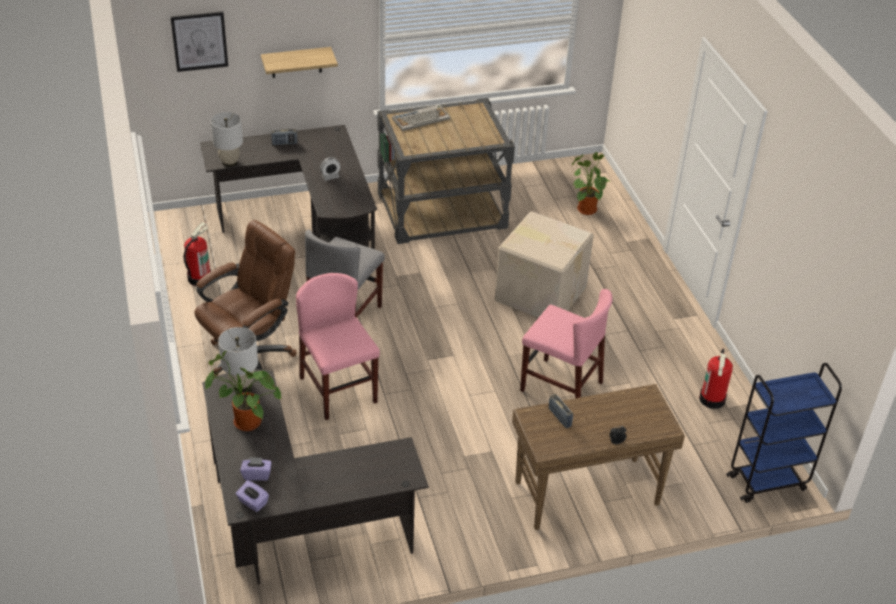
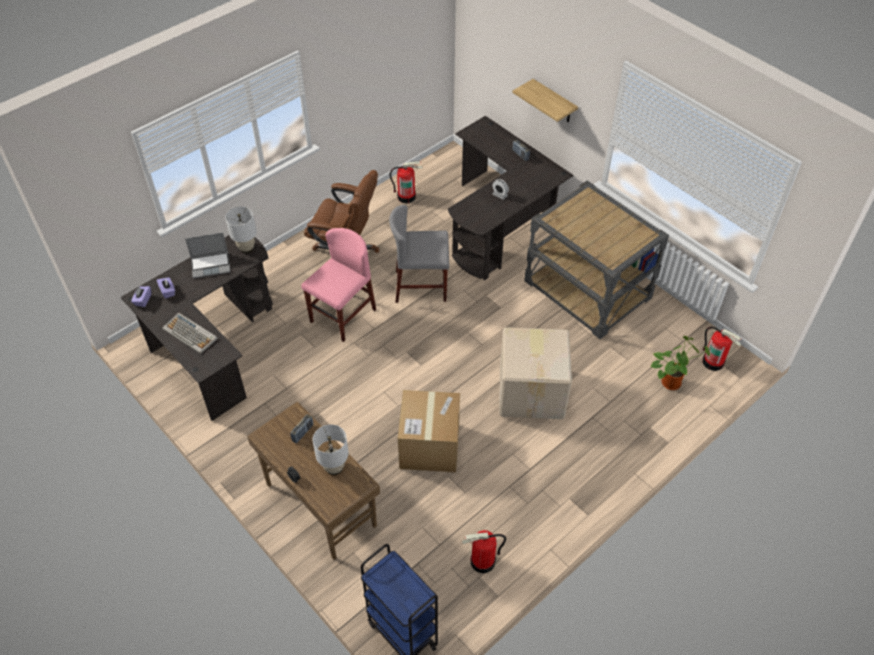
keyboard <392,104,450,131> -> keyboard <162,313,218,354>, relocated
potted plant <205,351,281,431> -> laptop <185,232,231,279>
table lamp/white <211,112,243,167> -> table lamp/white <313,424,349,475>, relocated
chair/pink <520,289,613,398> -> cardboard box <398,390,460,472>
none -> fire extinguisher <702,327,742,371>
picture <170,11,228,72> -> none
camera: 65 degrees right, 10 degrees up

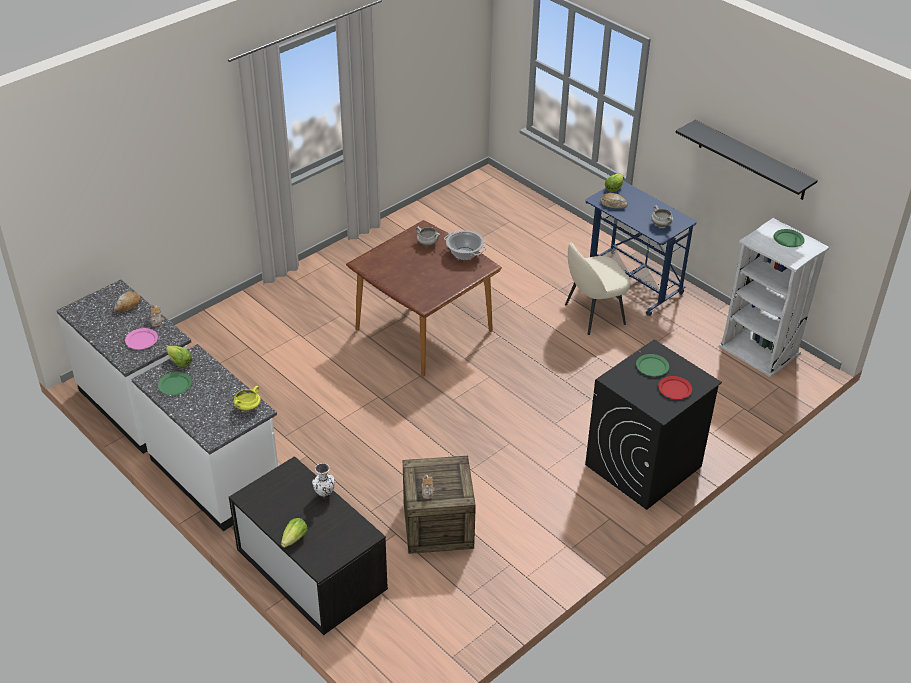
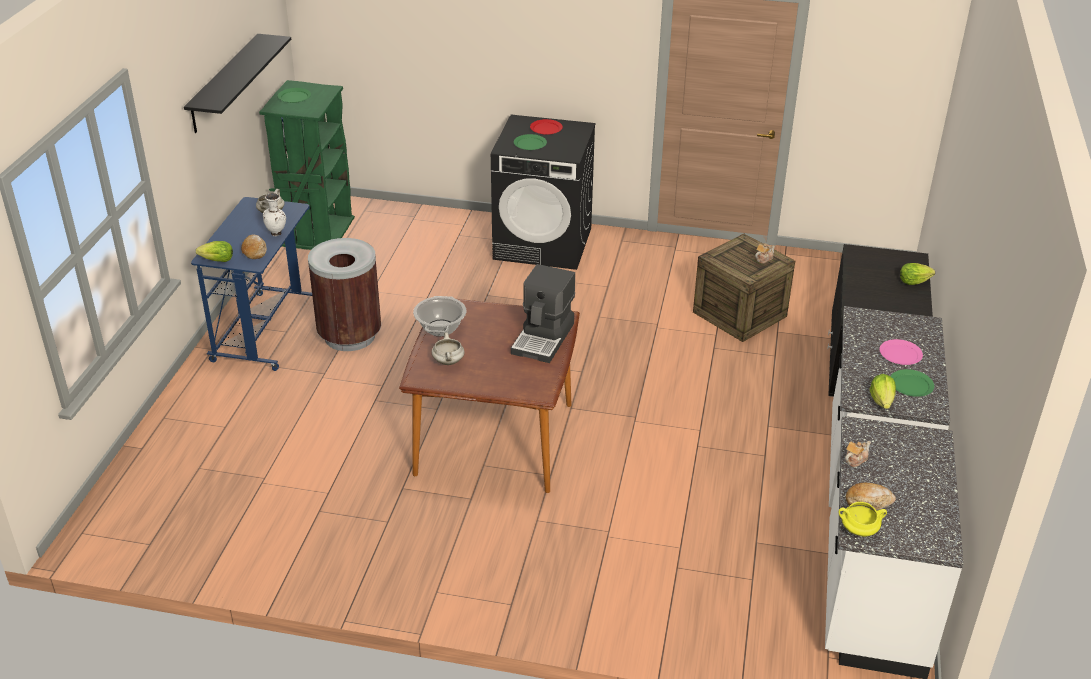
bookcase/white <719,218,829,377> -> bookcase/green <259,80,355,250>
vase/white <312,463,335,499> -> vase/white <263,193,286,236>, relocated
chair/beige <565,242,630,335> -> trash can/brown <308,238,381,351>
none -> coffee machine <511,264,575,363>
cooking pot/yellow <234,386,261,412> -> cooking pot/yellow <838,502,887,537>, relocated
plate/pink <125,328,158,349> -> plate/pink <880,339,923,365>, relocated
camera: 125 degrees left, 5 degrees down

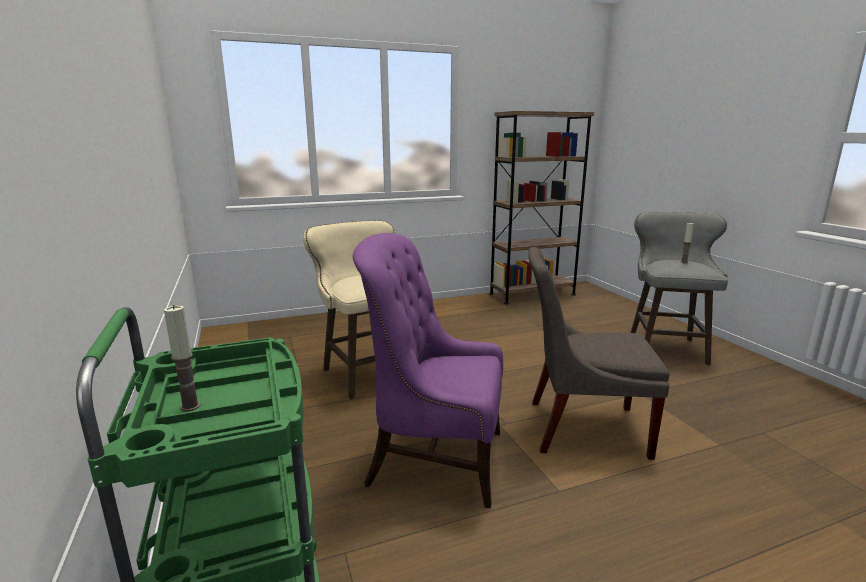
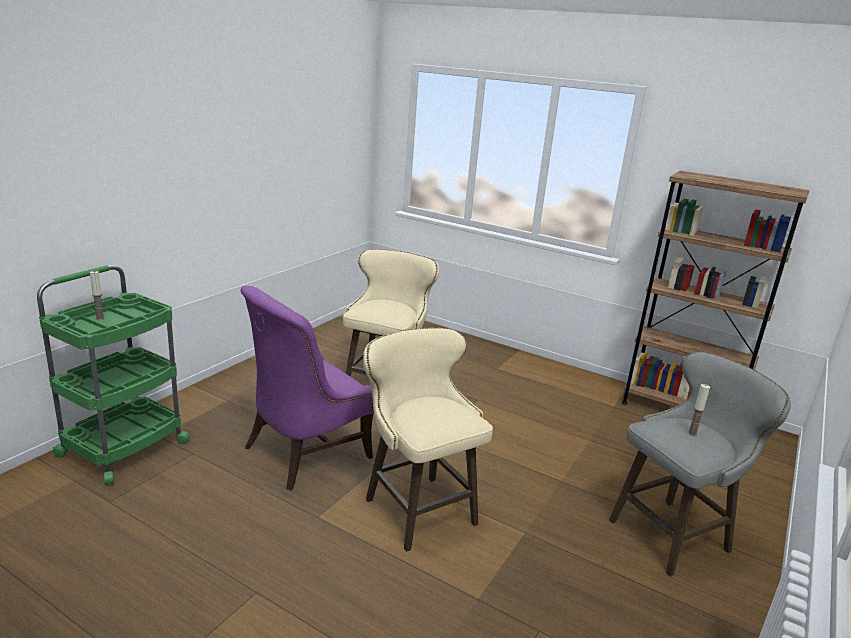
chair/purple <353,233,503,508> -> chair/purple <240,286,374,490>, 105 degrees counterclockwise
chair/grey <528,247,670,460> -> stool/beige <363,327,493,552>
camera: 50 degrees right, 5 degrees up

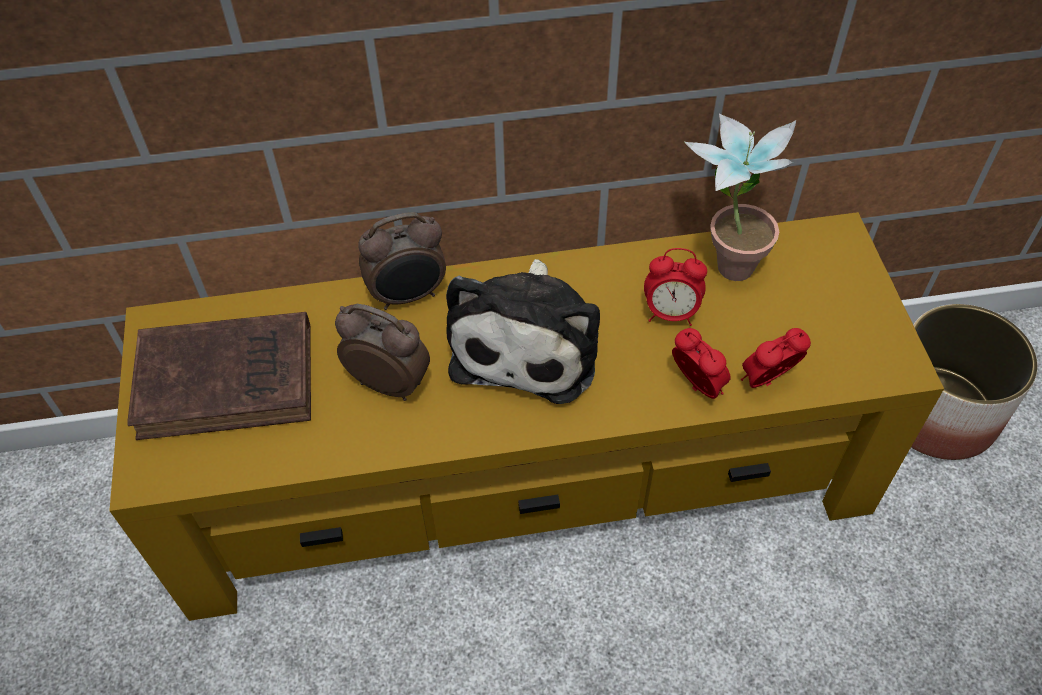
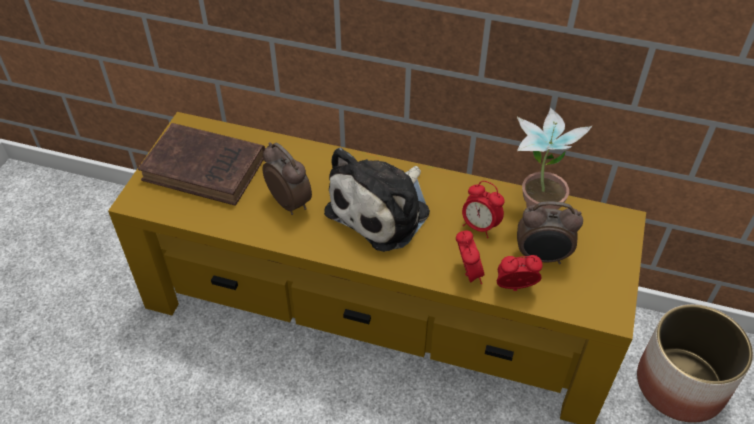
alarm clock <358,212,446,310> -> alarm clock <517,201,583,264>, relocated
camera: 25 degrees right, 5 degrees down

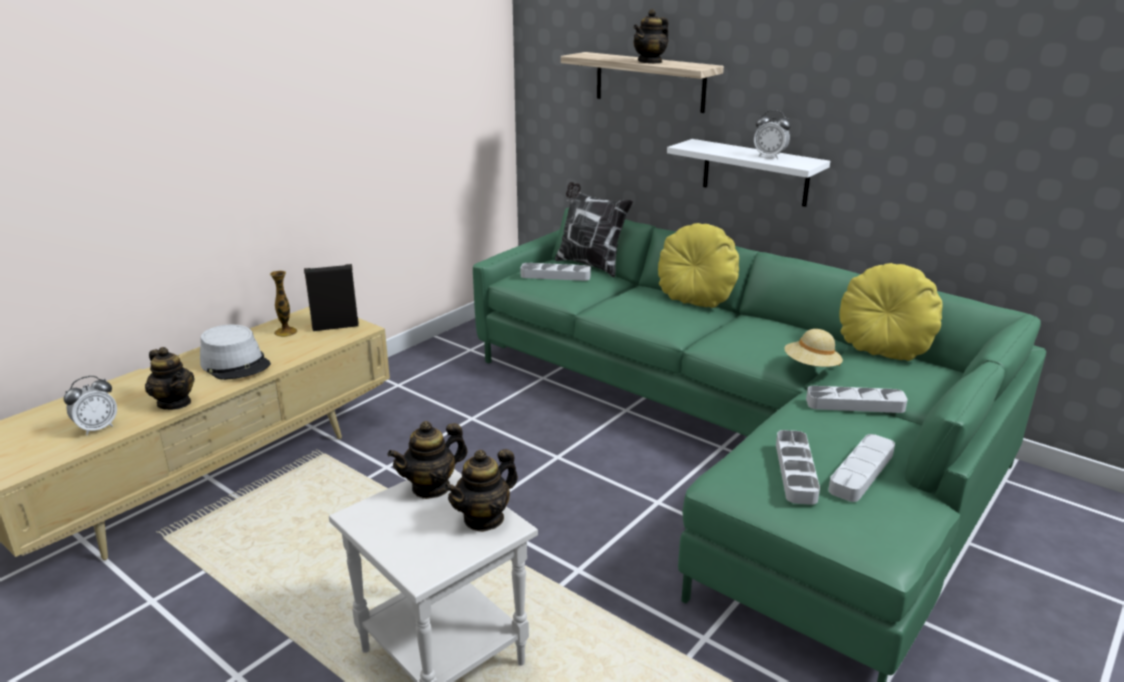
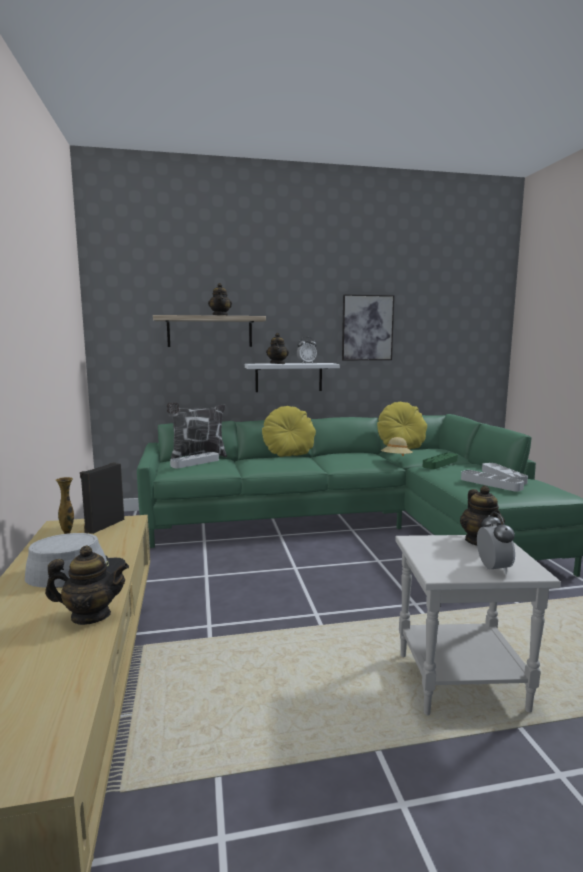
teapot <388,421,468,499> -> teapot <266,333,289,364>, relocated
none -> picture <342,294,394,360>
tray/grey <806,386,908,413> -> tray/green <423,453,458,469>
alarm clock <64,376,117,435> -> alarm clock <477,512,515,574>, relocated
camera: 50 degrees left, 15 degrees down

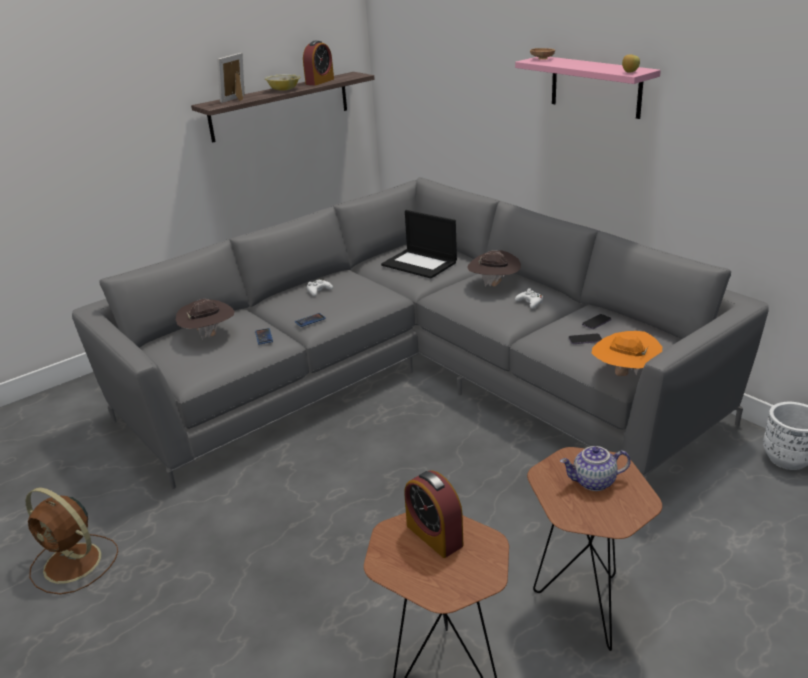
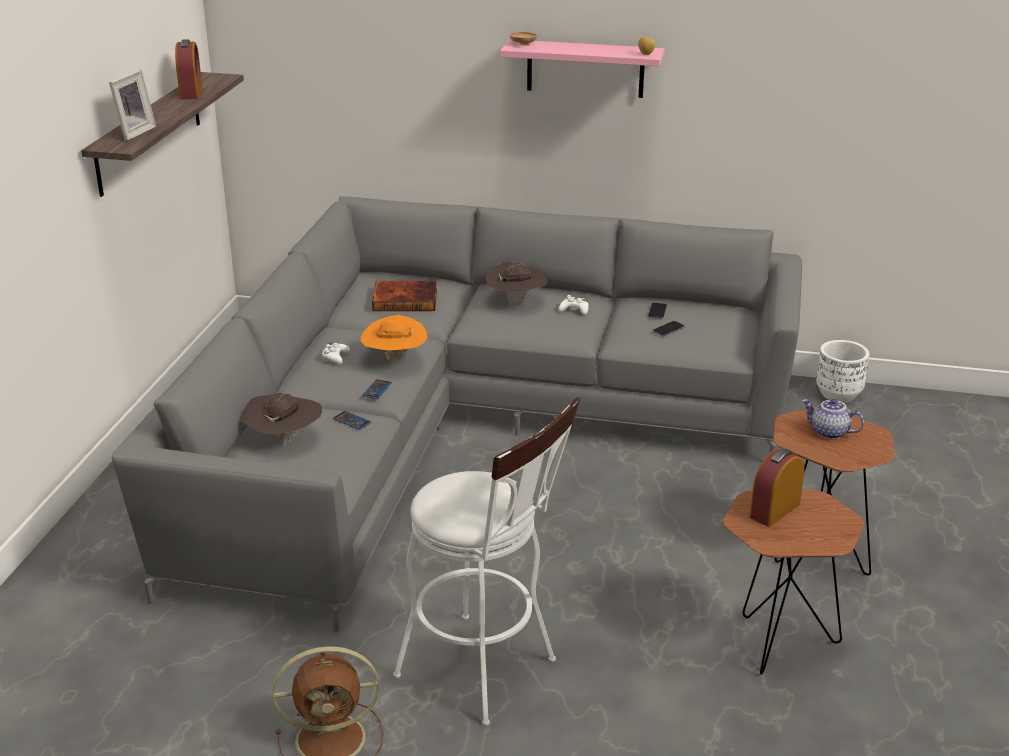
picture frame <217,53,245,103> -> picture frame <109,70,156,141>, 150 degrees counterclockwise
hat/orange <592,331,662,376> -> hat/orange <361,315,427,362>, relocated
laptop <381,210,457,279> -> book <372,281,437,311>
none -> stool/white <393,397,580,726>
alarm clock <404,470,464,558> -> alarm clock <750,448,805,527>, 120 degrees clockwise
teapot <560,446,631,491> -> teapot <802,399,864,439>, 75 degrees clockwise
bowl <265,74,300,91> -> none
camera: 40 degrees left, 0 degrees up

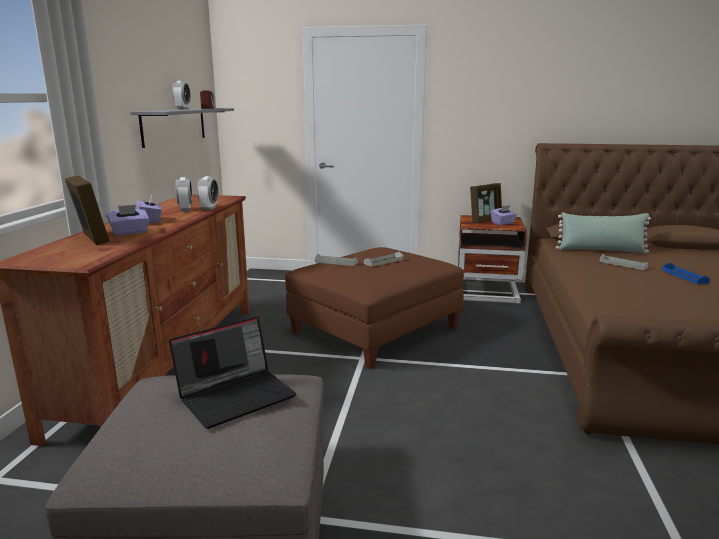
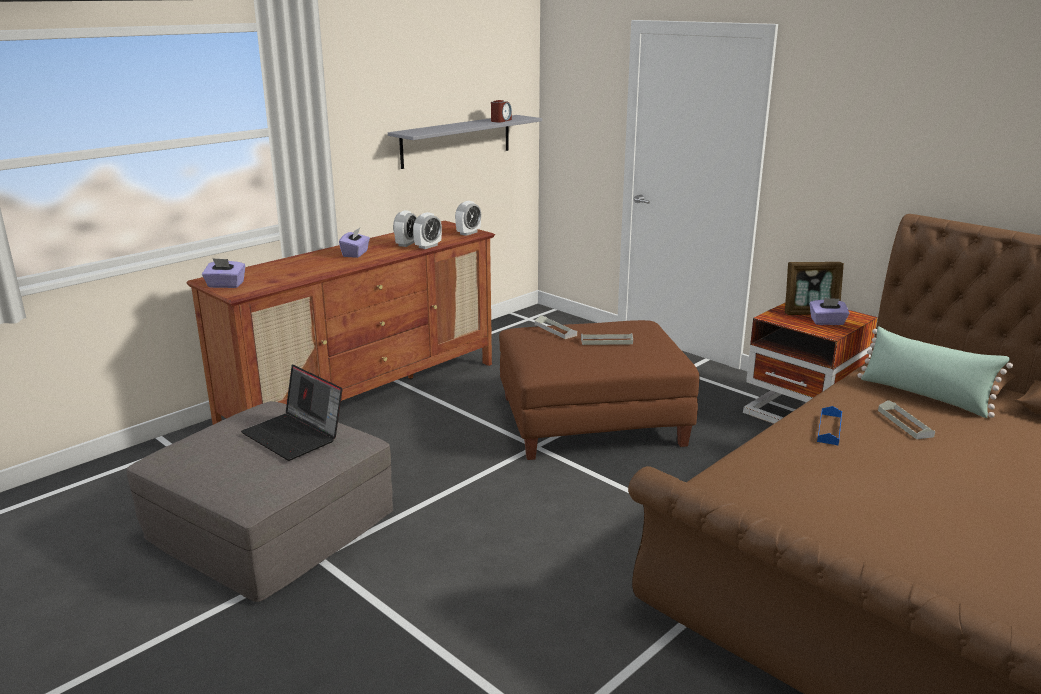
tissue box/purple <106,205,149,236> -> tissue box/purple <202,258,245,288>, relocated
laptop <169,316,296,429> -> laptop <241,365,343,461>, 45 degrees clockwise
alarm clock <172,81,191,109> -> alarm clock <455,201,481,236>, relocated
tray/blue <662,263,710,284> -> tray/blue <817,406,842,445>, relocated
picture frame <65,175,110,245> -> none
camera: 35 degrees right, 5 degrees up

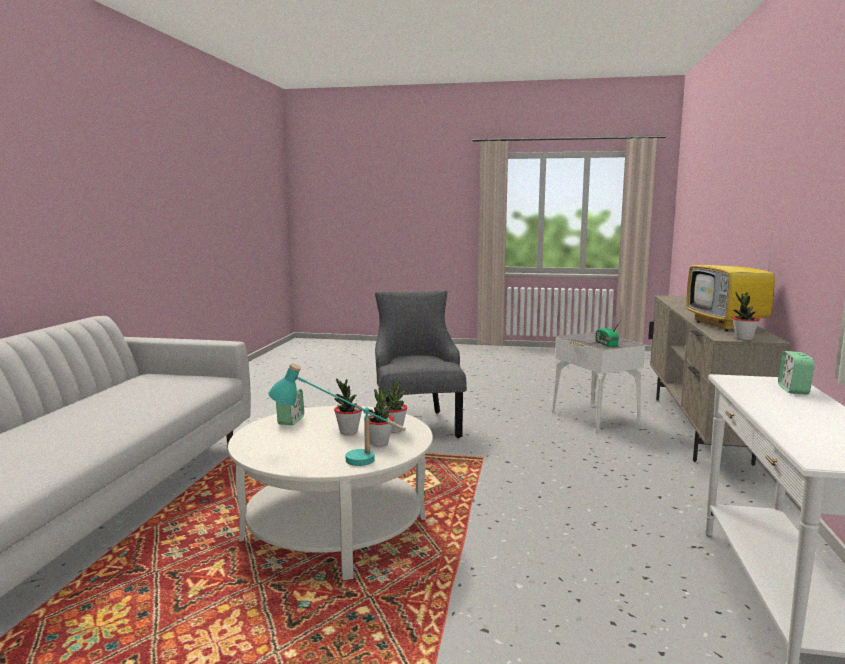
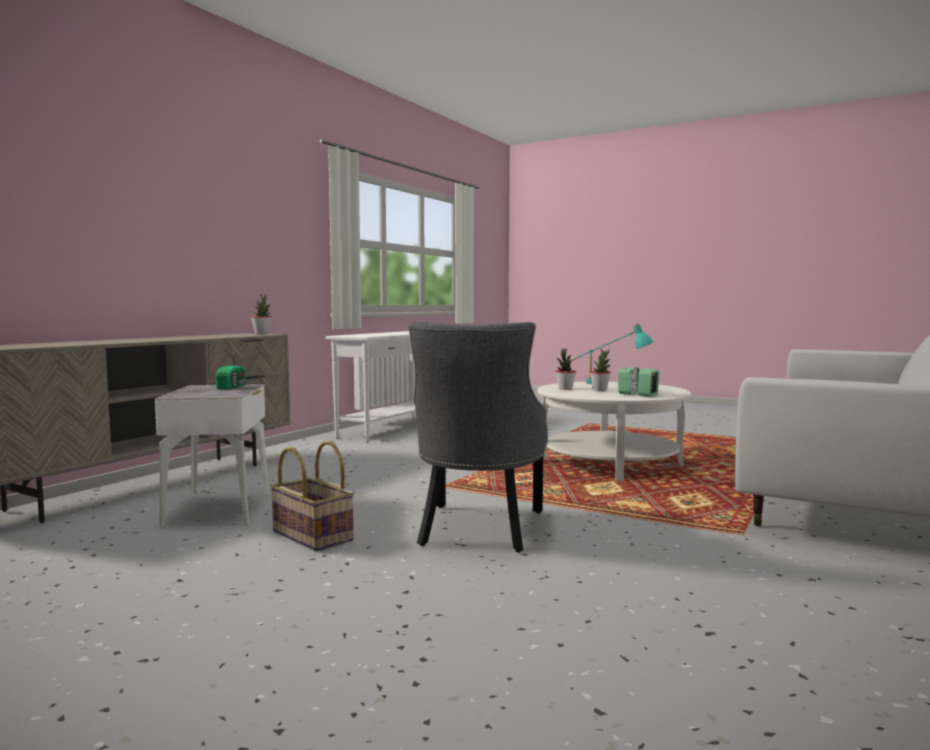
none -> basket <270,441,354,551>
alarm clock <778,351,815,394> -> alarm clock <618,368,639,395>, relocated
potted plant <369,387,394,446> -> none
television <686,231,775,331> -> none
camera: 160 degrees left, 5 degrees down

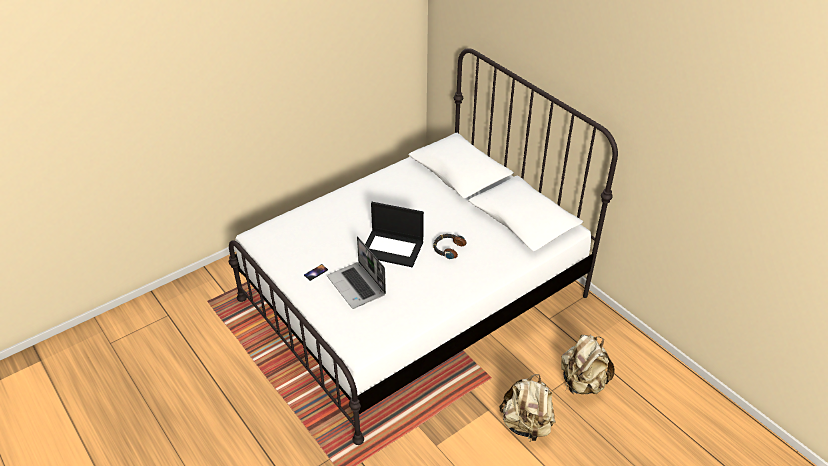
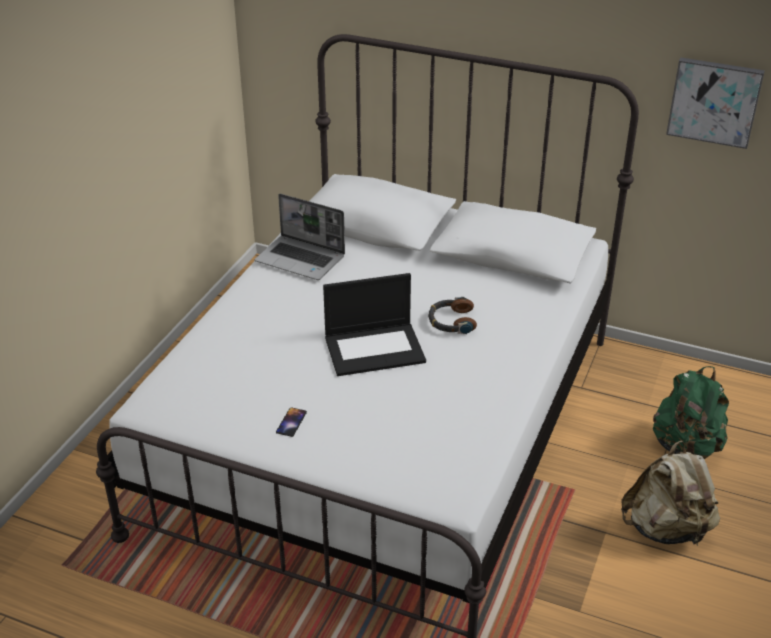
laptop <327,236,386,309> -> laptop <255,194,345,280>, relocated
backpack/beige <561,335,615,394> -> backpack/green <653,366,729,459>
none -> picture <666,58,765,149>
camera: 30 degrees left, 5 degrees down

